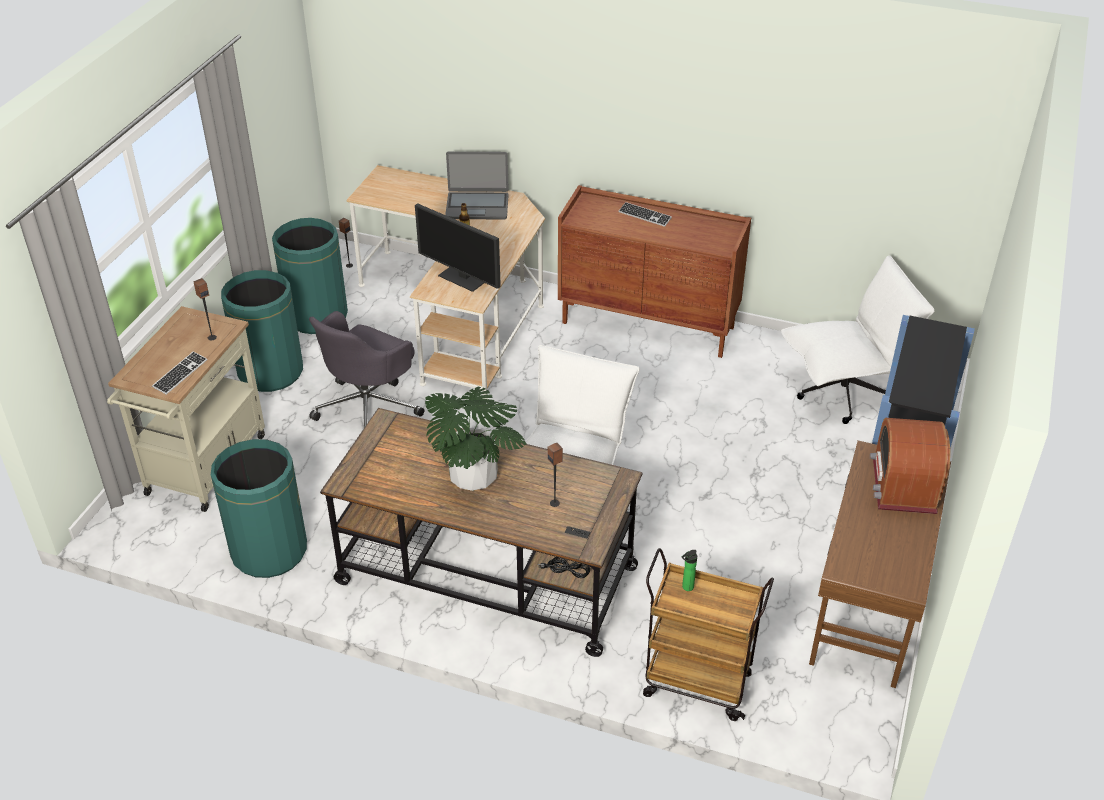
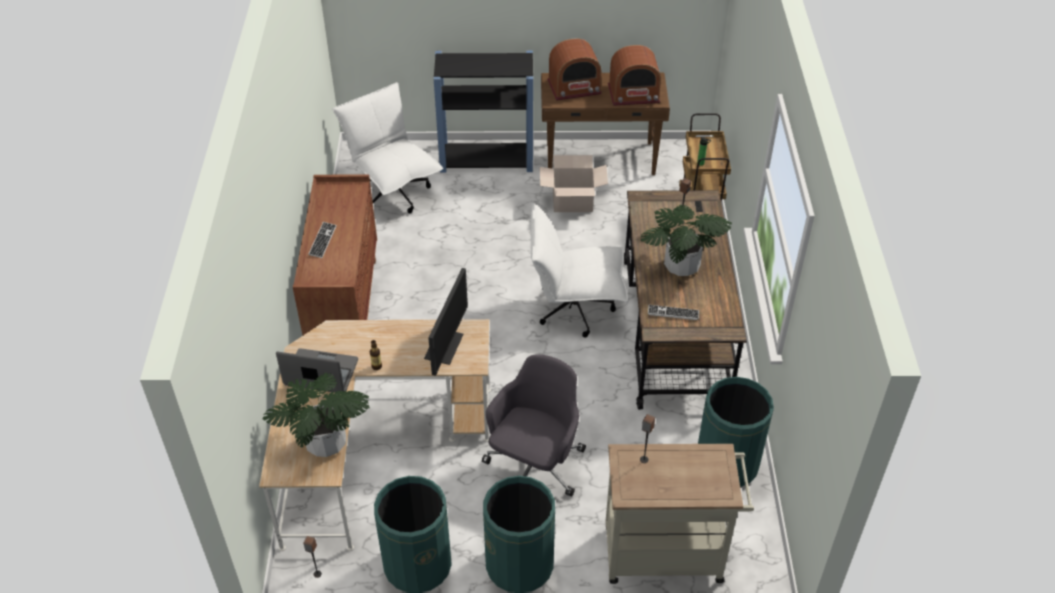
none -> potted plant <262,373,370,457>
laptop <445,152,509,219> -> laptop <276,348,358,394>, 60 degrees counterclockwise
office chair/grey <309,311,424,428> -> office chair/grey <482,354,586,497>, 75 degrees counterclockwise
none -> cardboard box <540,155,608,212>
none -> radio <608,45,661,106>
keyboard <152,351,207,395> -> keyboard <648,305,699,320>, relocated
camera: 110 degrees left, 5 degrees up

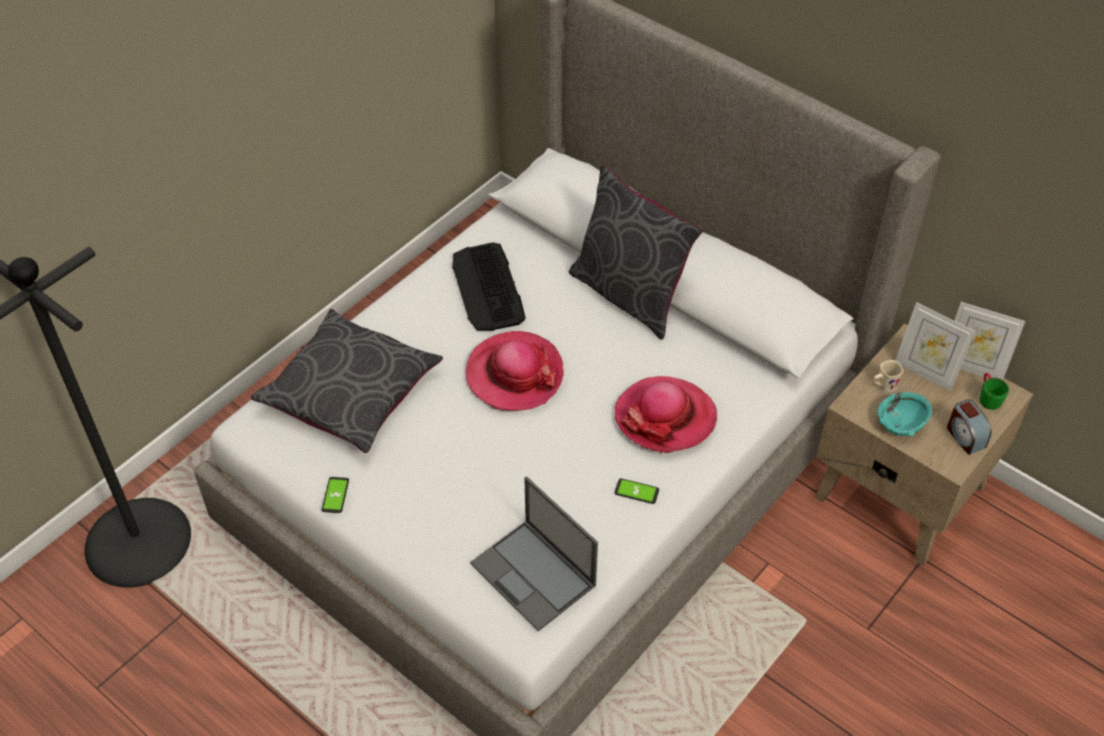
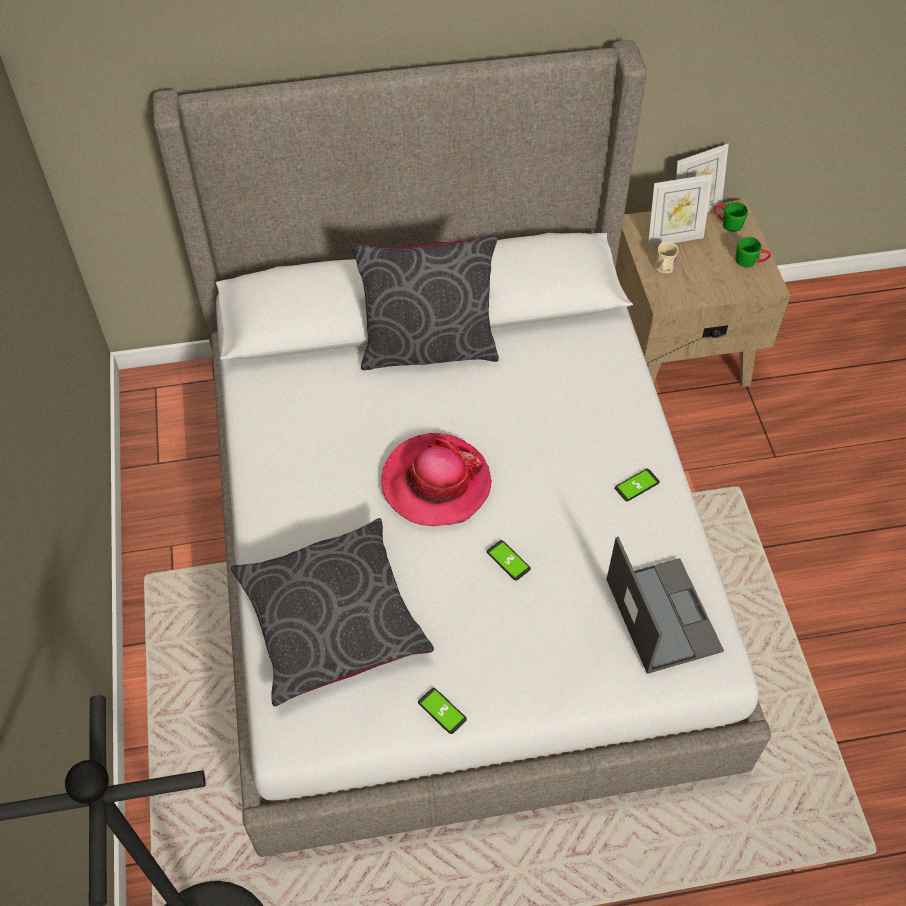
none -> phone <487,540,531,581>
laptop <470,476,598,631> -> laptop <606,536,724,674>, 105 degrees counterclockwise
alarm clock <947,399,991,455> -> mug/green <735,237,771,267>
keyboard <452,242,526,331> -> none
hat <614,376,717,453> -> none
bowl/turquoise <878,392,932,437> -> none
camera: 50 degrees left, 5 degrees up

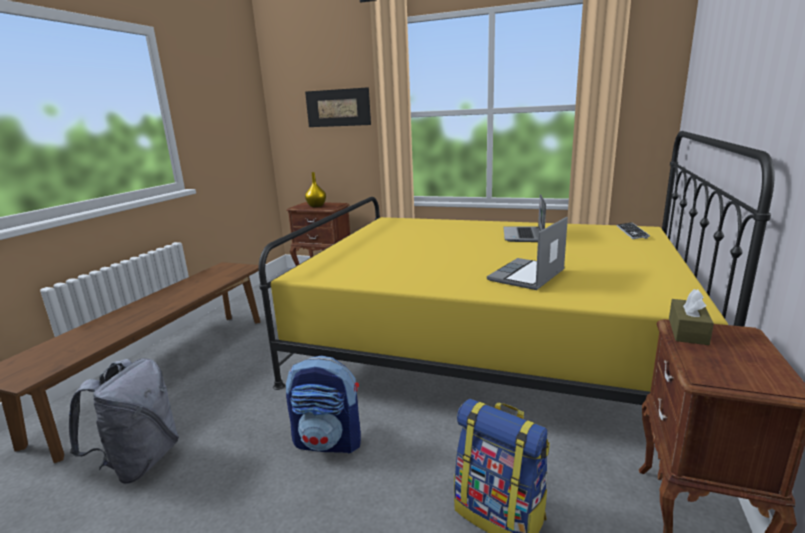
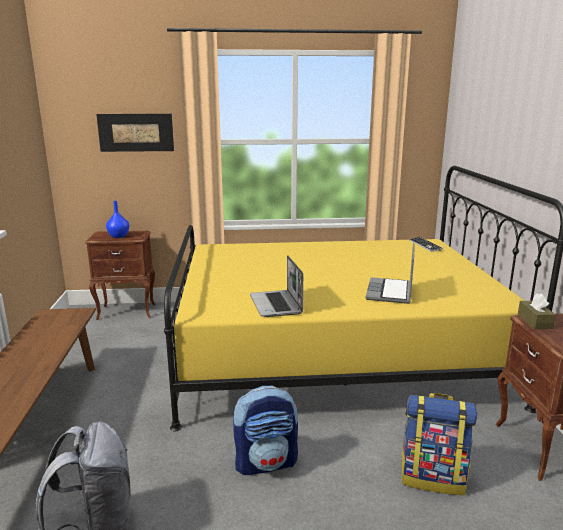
vase/yellow <305,172,326,207> -> vase/blue <106,201,129,238>
laptop <503,194,546,242> -> laptop <250,255,303,317>, relocated
camera: 25 degrees left, 0 degrees up

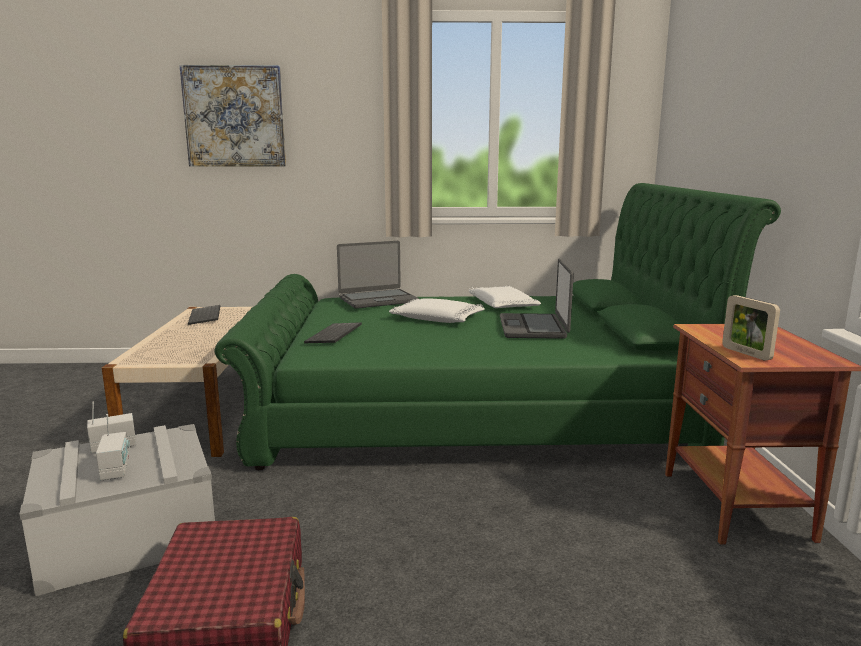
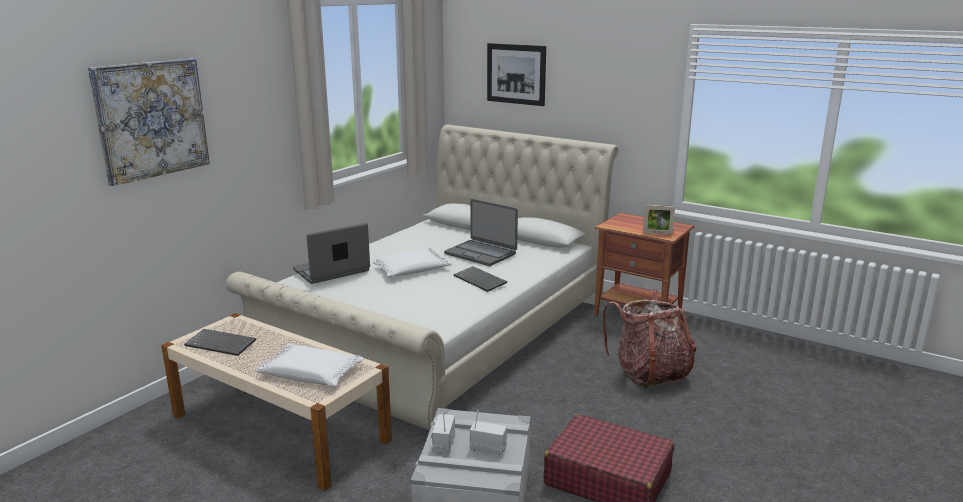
bed/green <214,183,781,470> -> bed/beige <225,125,619,430>
pillow/white <469,285,541,308> -> pillow/white <255,343,364,387>, relocated
laptop <337,241,419,309> -> laptop <293,223,370,284>, 135 degrees counterclockwise
keyboard <304,322,362,343> -> keyboard <454,266,507,292>, relocated
none -> picture <487,43,546,106>
none -> backpack <602,289,696,390>
camera: 55 degrees left, 5 degrees up

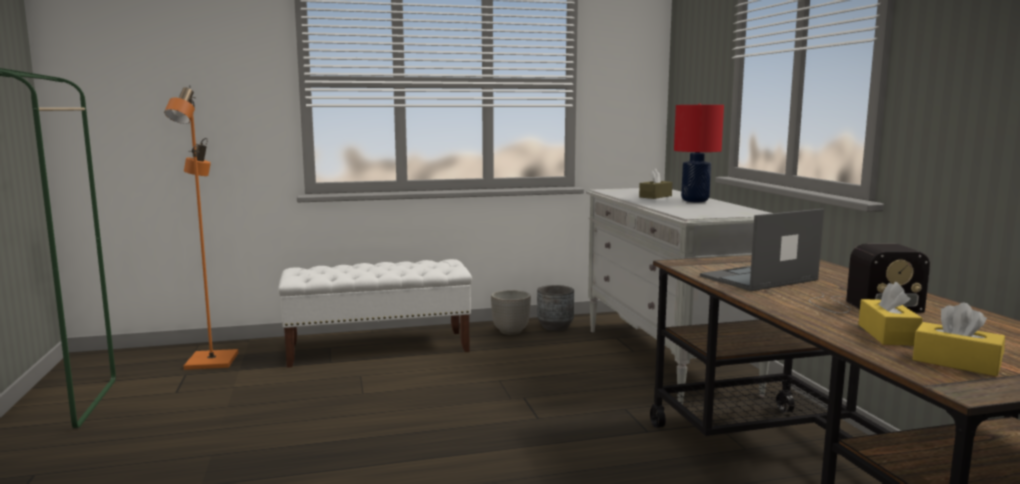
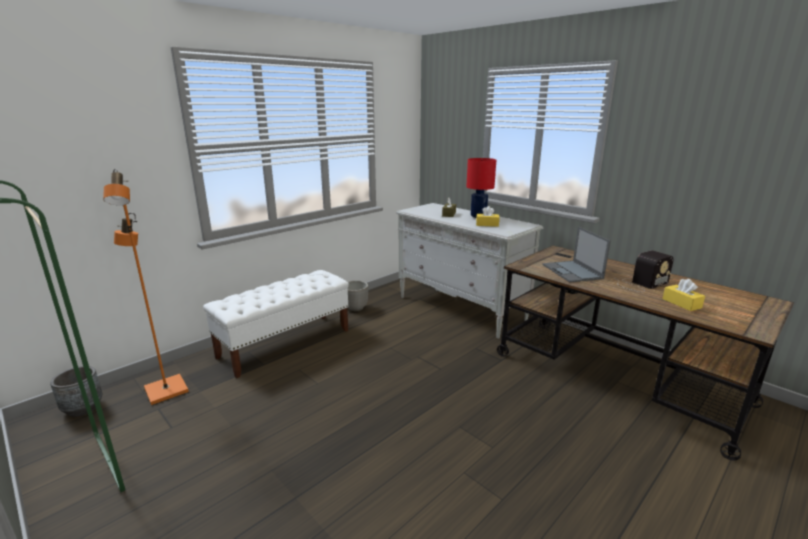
planter/grey <537,285,574,331> -> planter/grey <50,366,102,417>, relocated
tissue box/yellow <913,303,1005,377> -> tissue box/yellow <476,206,499,227>, relocated
laptop <700,209,824,291> -> laptop <542,227,611,282>, 45 degrees counterclockwise
camera: 30 degrees left, 10 degrees up

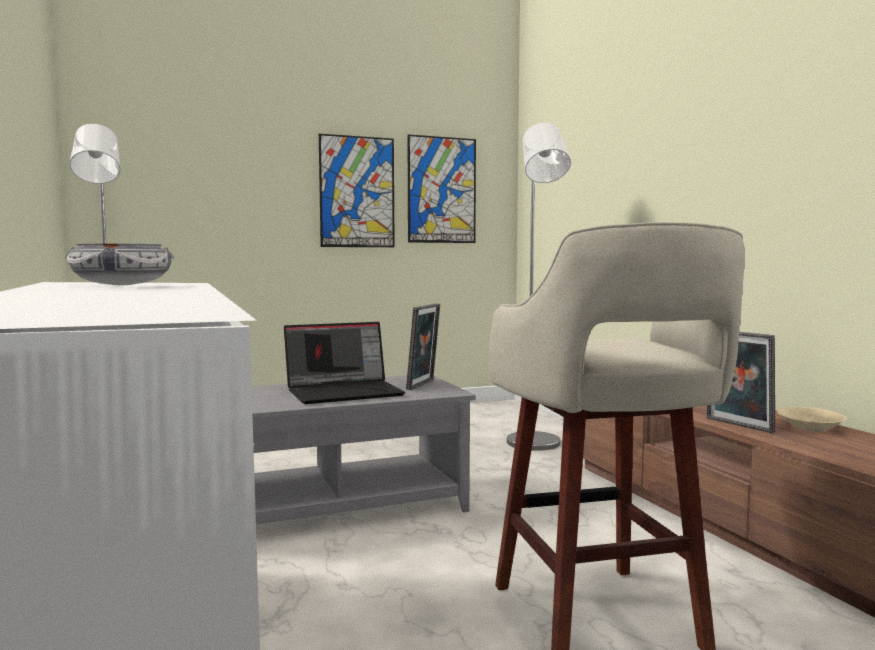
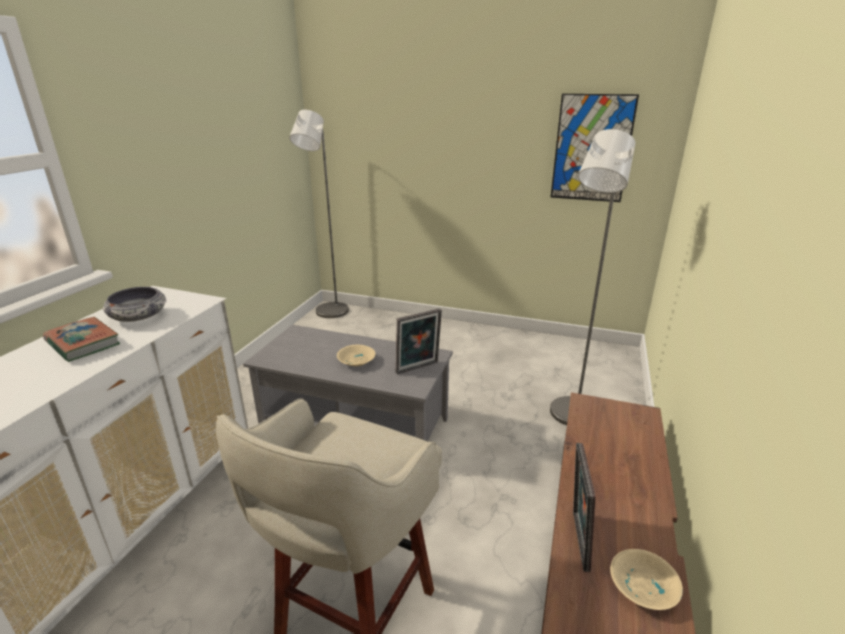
none -> book <43,317,120,362>
laptop <284,322,405,404> -> bowl/beige <337,345,376,367>
picture <319,134,395,247> -> none
camera: 40 degrees right, 20 degrees up

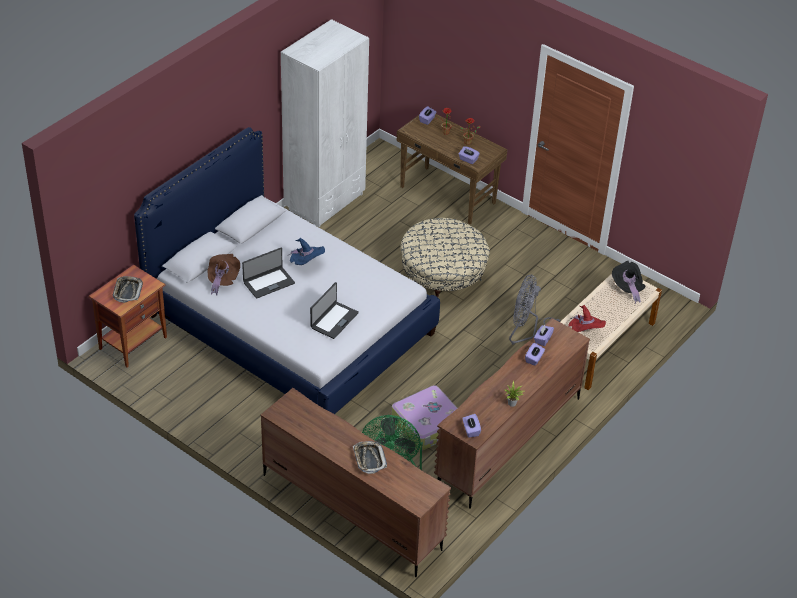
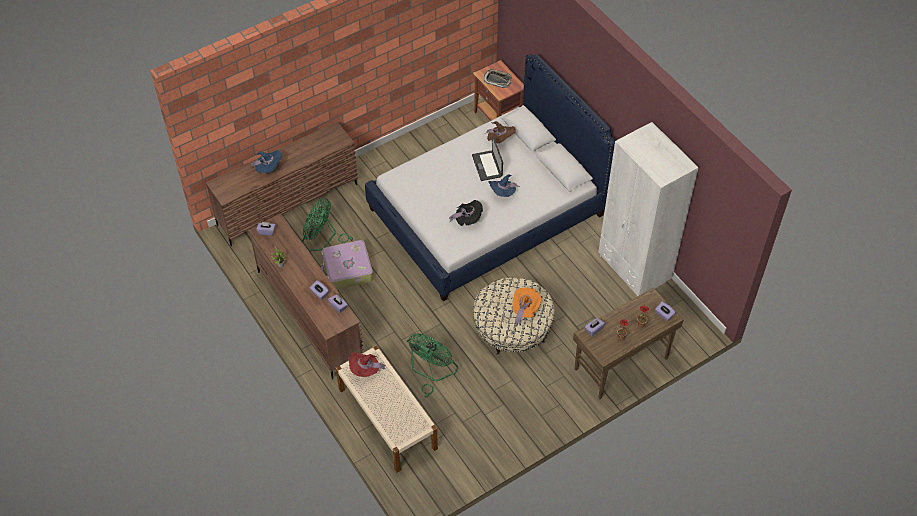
tray <353,441,387,474> -> hat/blue <250,150,282,174>
fan/grey <509,274,561,345> -> fan/green <407,333,458,398>
hat/black <612,261,646,304> -> hat/black <449,200,483,226>, relocated
none -> hat/orange <512,288,541,326>
laptop <310,282,359,339> -> none
camera: 110 degrees right, 10 degrees up

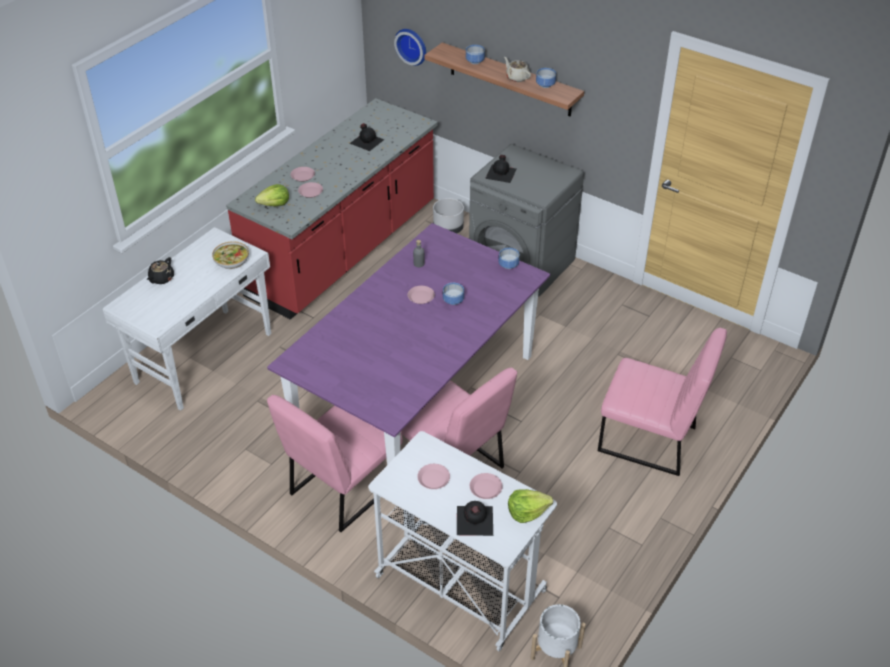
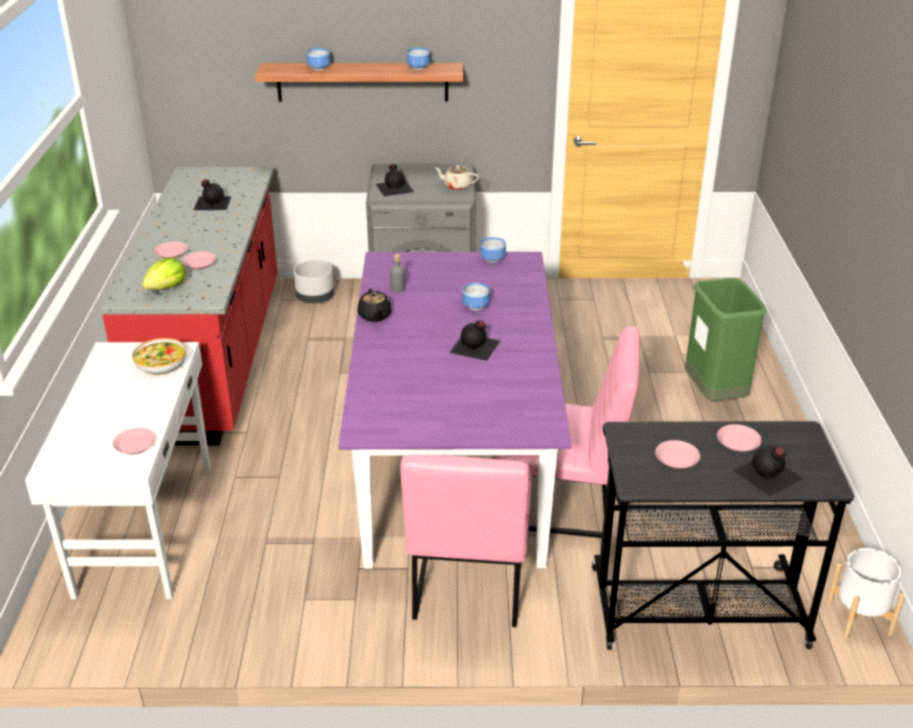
plate/pink <408,286,435,304> -> plate/pink <113,428,156,454>, relocated
teapot/black <147,257,174,284> -> teapot/black <357,289,392,322>, relocated
teapot/beige <504,57,531,82> -> teapot/beige <435,165,479,190>, relocated
none -> bottle/black <449,320,500,361>
desk/white <368,431,557,651> -> desk/black <592,421,854,650>
chair/pink <598,328,727,476> -> trash can/green <685,278,767,401>
wall clock <394,29,426,66> -> none
lettuce <508,489,553,523> -> none
camera: 35 degrees left, 10 degrees down

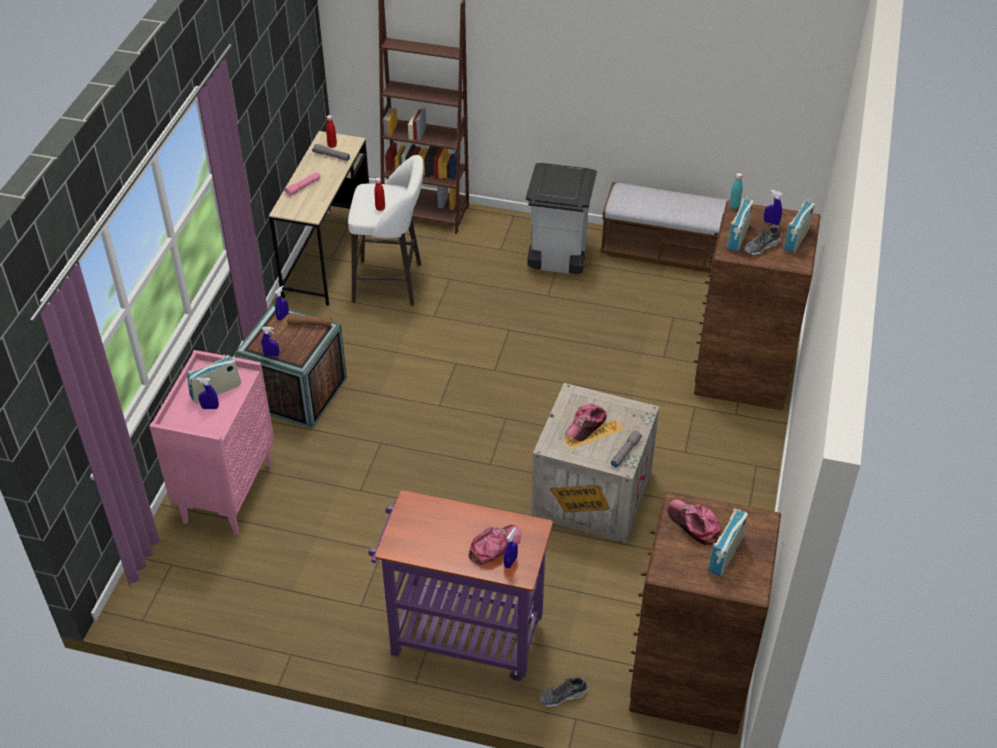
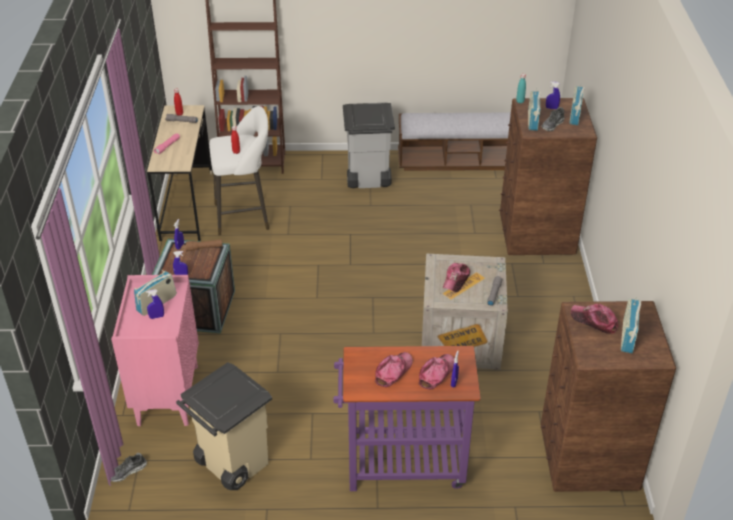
shoe <540,676,588,707> -> shoe <111,453,147,482>, relocated
none -> trash can/beige <176,362,272,490>
none -> cap <375,352,413,387>
camera: 15 degrees left, 5 degrees down

